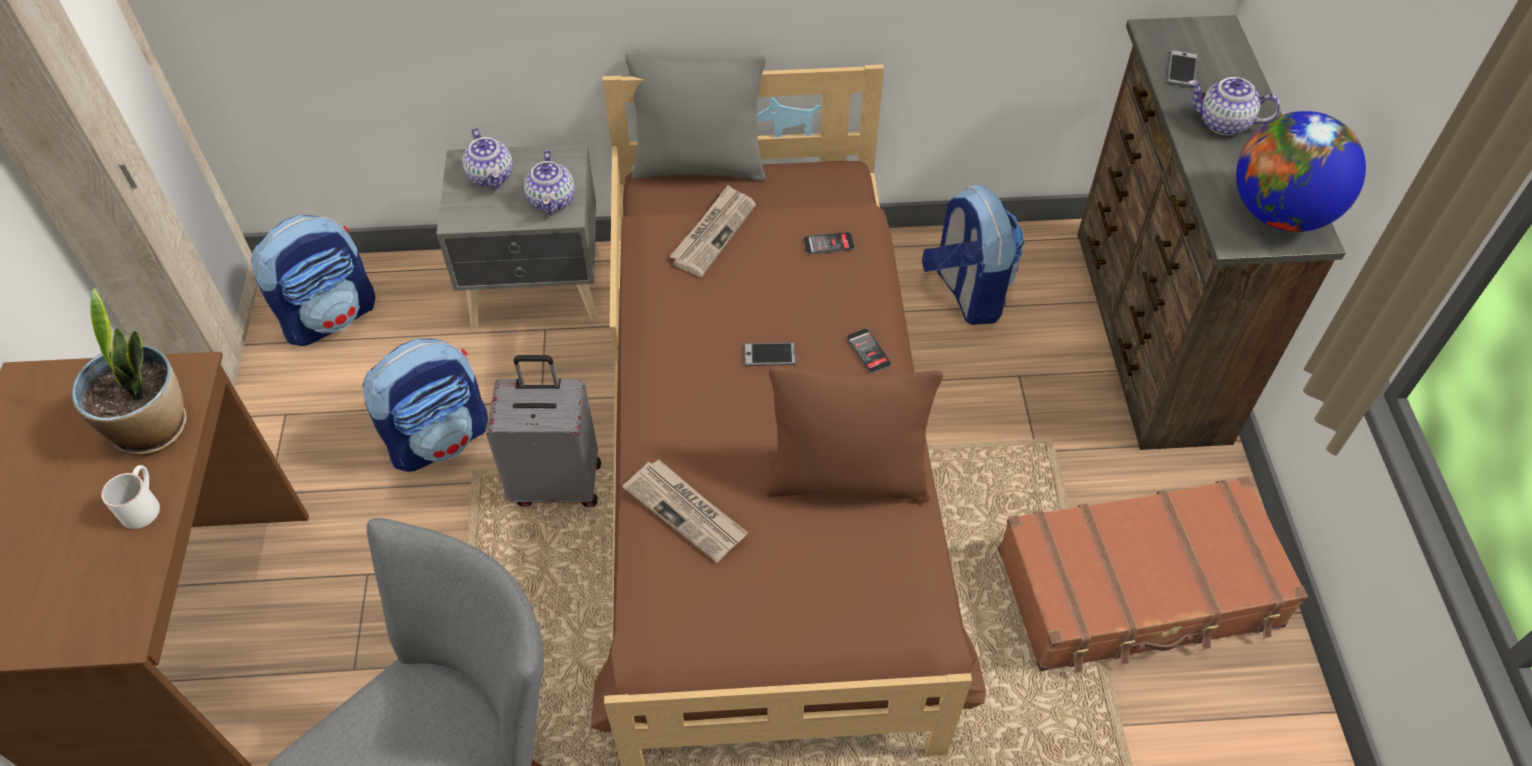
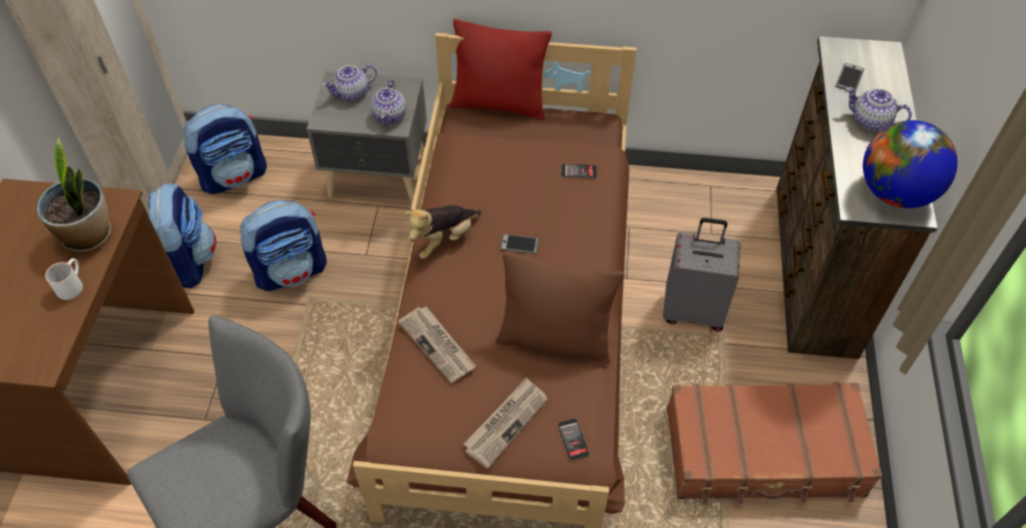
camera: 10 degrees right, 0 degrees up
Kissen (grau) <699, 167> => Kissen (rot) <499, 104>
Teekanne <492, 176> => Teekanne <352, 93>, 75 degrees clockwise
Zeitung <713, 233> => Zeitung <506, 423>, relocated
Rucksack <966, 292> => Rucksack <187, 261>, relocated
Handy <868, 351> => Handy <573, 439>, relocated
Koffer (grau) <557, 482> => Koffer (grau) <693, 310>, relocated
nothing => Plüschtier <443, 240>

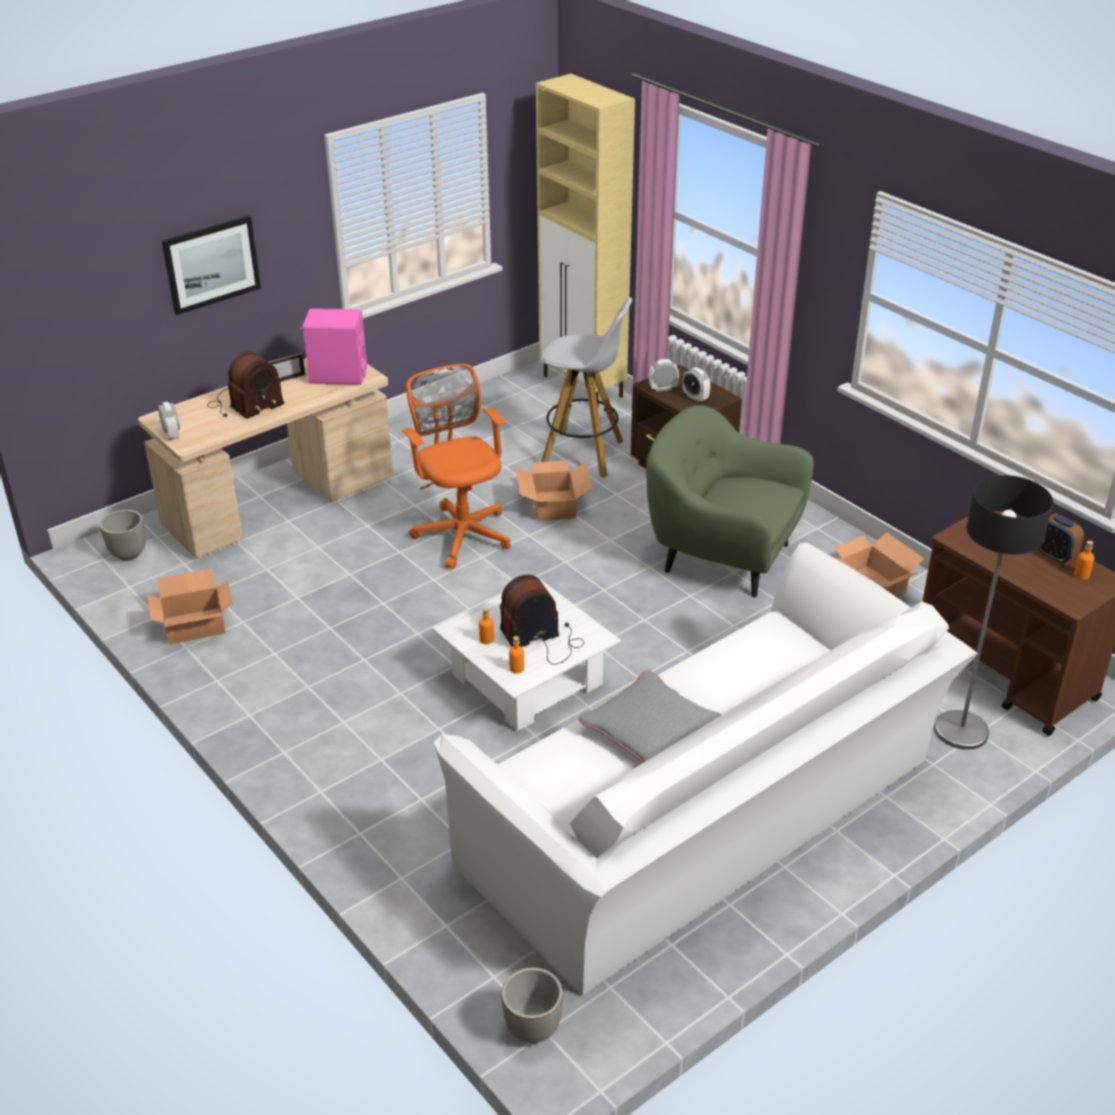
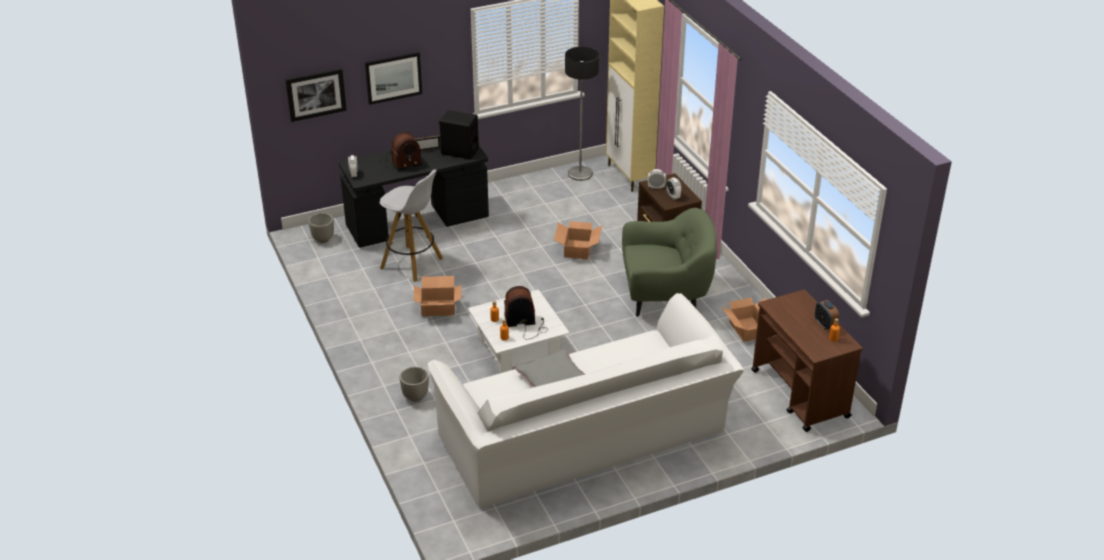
camera: 15 degrees right, 0 degrees up
Hocker (weiß) <584, 454> => Hocker (weiß) <412, 264>, relocated
Lautsprecher (rosa) <338, 375> => Lautsprecher (schwarz) <459, 151>
Schreibtisch (beige) <280, 503> => Schreibtisch (schwarz) <417, 222>
Bürostuhl (orange) <461, 532> => nothing
Sessel (grün) <722, 556> => Sessel (grün) <665, 296>, 135 degrees clockwise
Stehlampe <961, 731> => Stehlampe <580, 174>, relocated
Karton <194, 625> => Karton <438, 307>, relocated
Pflanzkübel <532, 1029> => Pflanzkübel <415, 396>, relocated
nothing => Bild <316, 94>

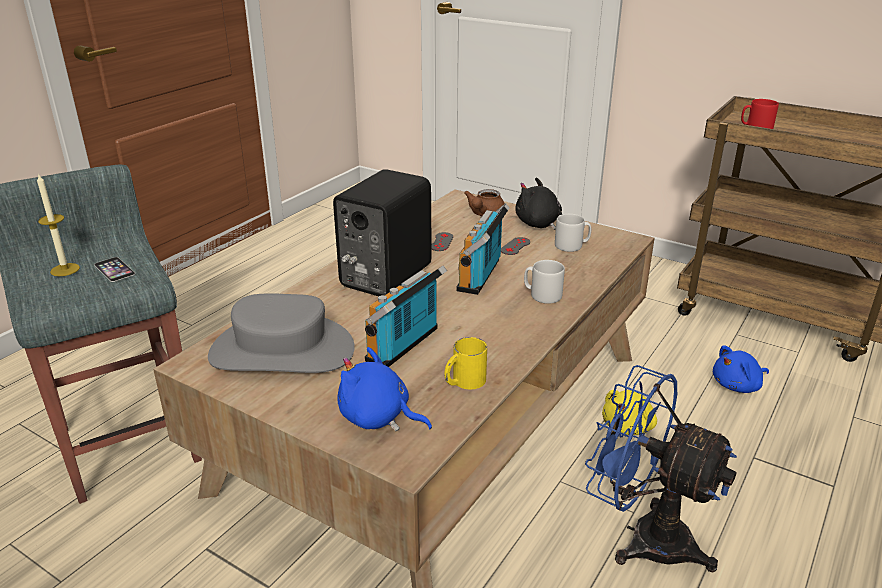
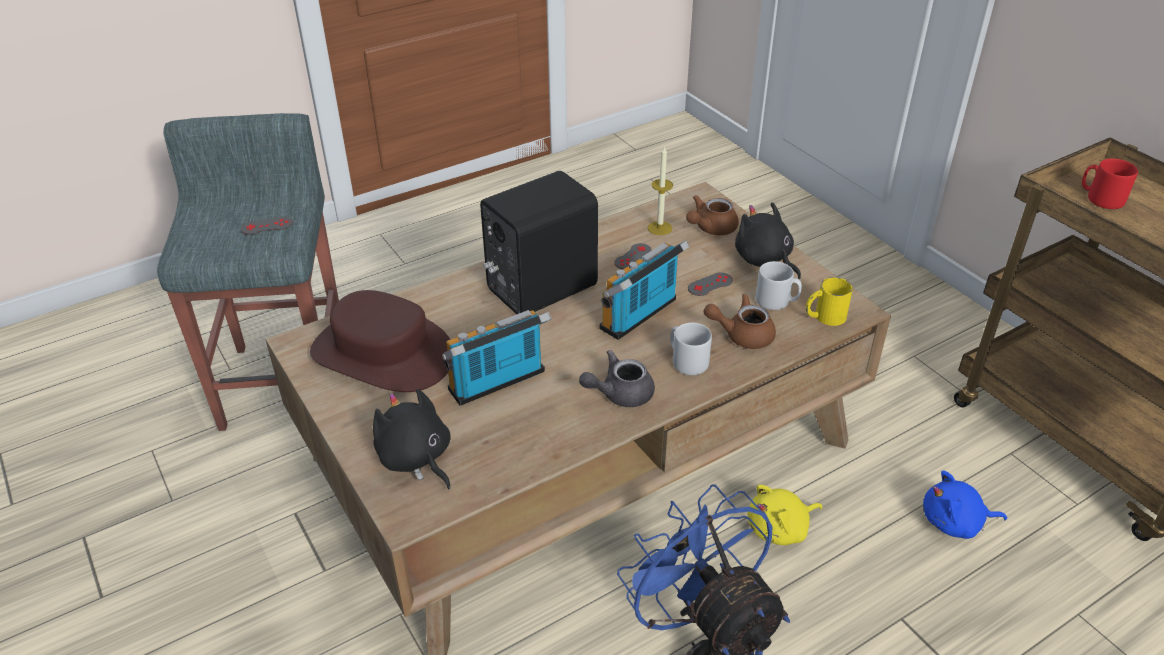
camera: 25 degrees right, 10 degrees up
Kerze <65, 270> => Kerze <659, 228>, relocated
Handy <114, 269> => Gamepad (grau) <267, 226>
Hut (grau) <282, 351> => Hut (braun) <383, 353>
Henkelbecher (gelb) <463, 382> => Henkelbecher (gelb) <824, 317>, relocated
Plüschtier (blau) <378, 418> => Plüschtier (schwarz) <416, 459>
nothing => Teekanne (braun) <742, 335>
nothing => Teekanne (grau) <619, 394>

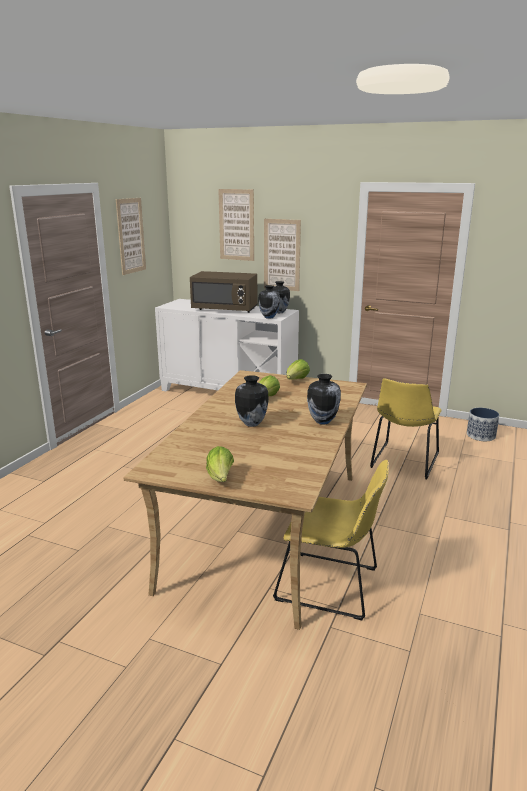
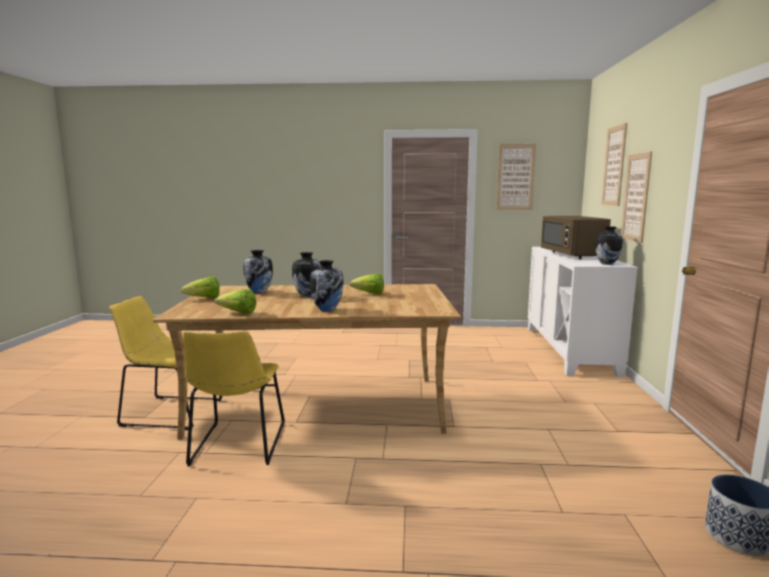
camera: 70 degrees right, 10 degrees down
Vase <269, 317> => Vase <259, 292>, relocated
Salatkopf <296, 380> => Salatkopf <238, 313>, relocated
Stuhl (gelb) <404, 461> => Stuhl (gelb) <168, 412>, relocated

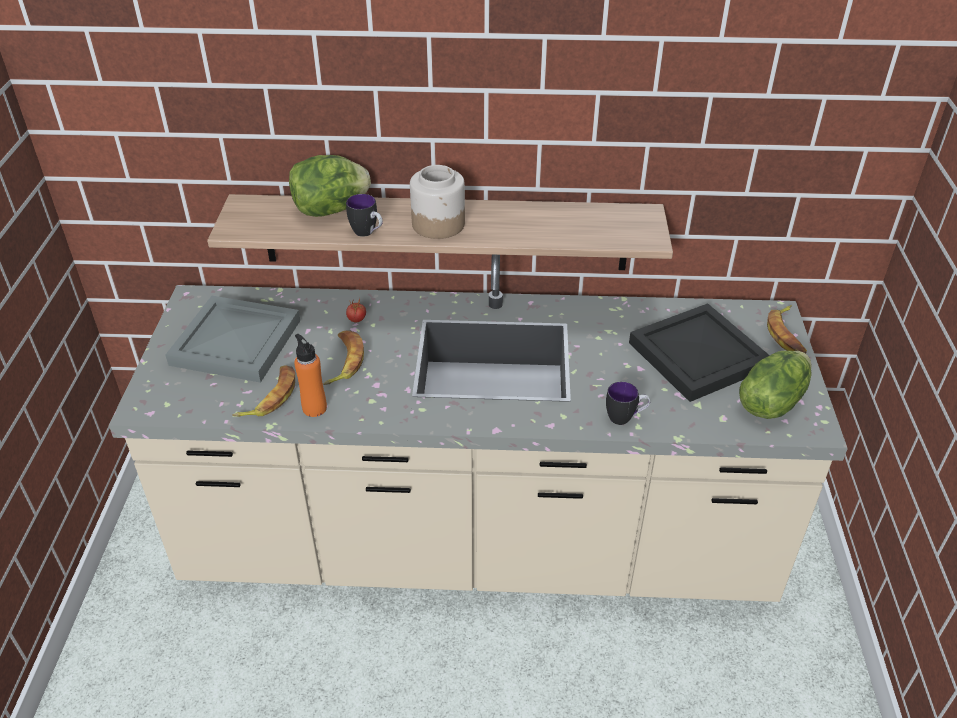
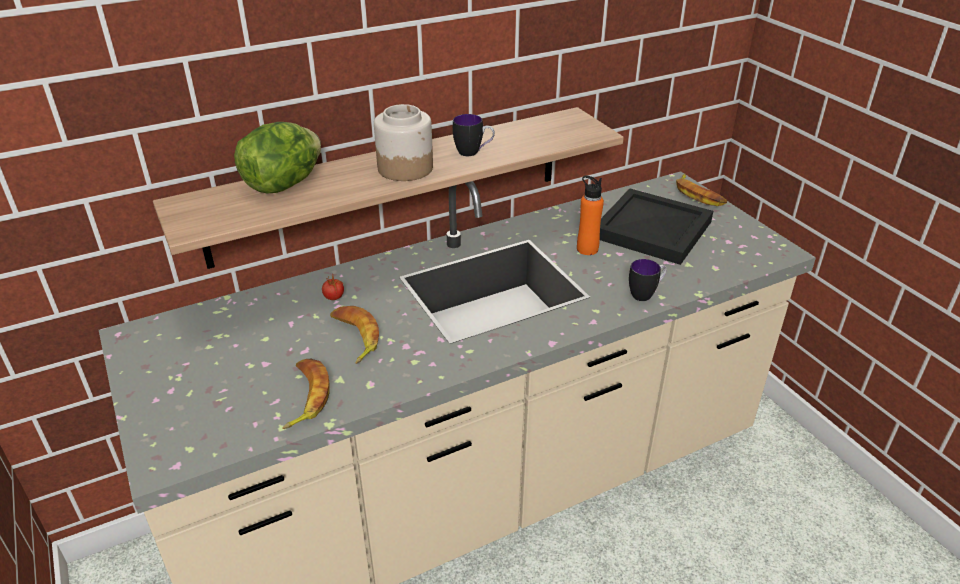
camera: 30 degrees left, 5 degrees down
Henkelbecher <368, 233> => Henkelbecher <473, 153>, relocated
Tablett (grau) <237, 343> => nothing
Flasche (orange) <314, 408> => Flasche (orange) <587, 249>, relocated
Salatkopf <770, 402> => nothing

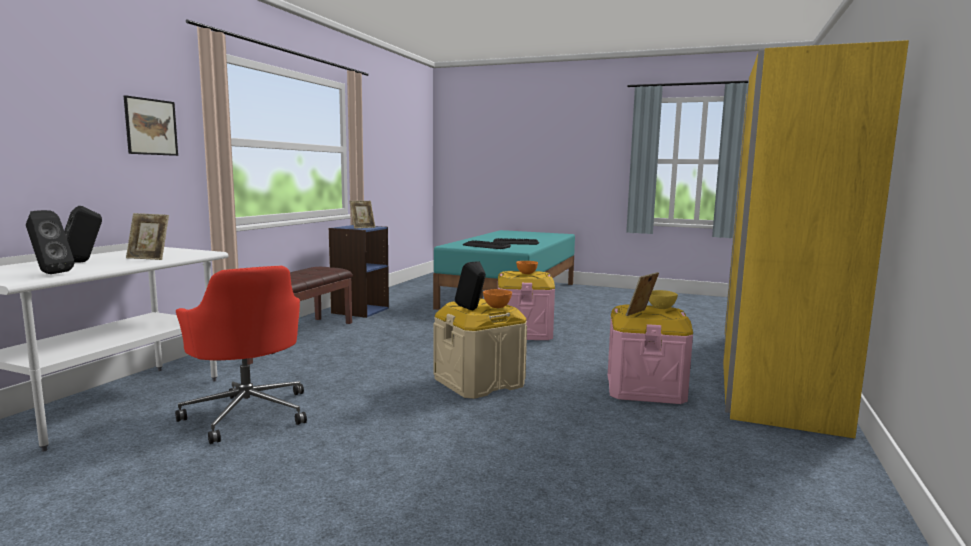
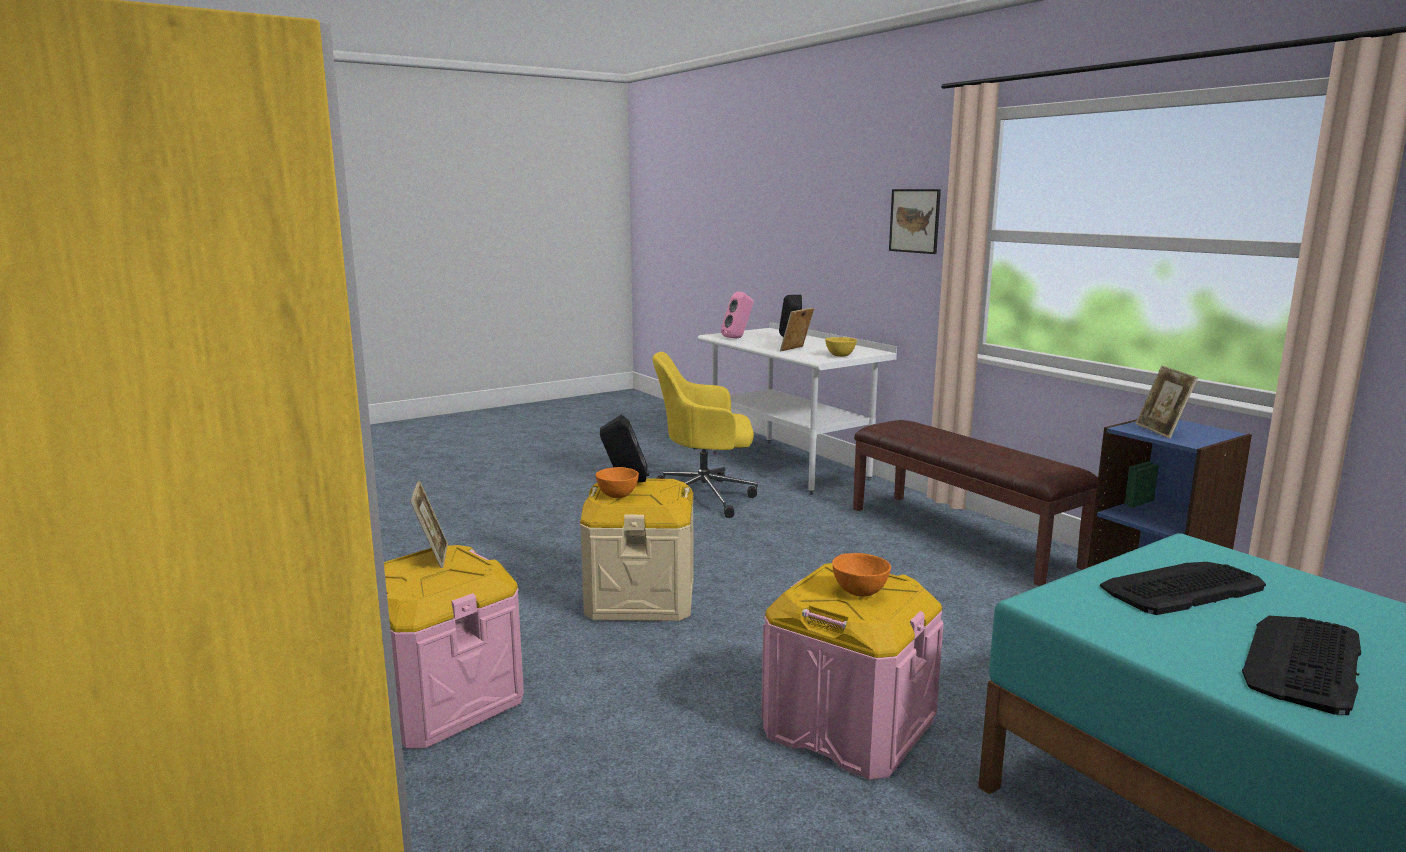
camera: 125 degrees right, 5 degrees up
Lautsprecher (schwarz) <49, 273> => Lautsprecher (rosa) <738, 338>
Bürostuhl (rot) <248, 413> => Bürostuhl (gelb) <705, 497>
Schüssel (gelb) <661, 308> => Schüssel (gelb) <839, 356>, relocated

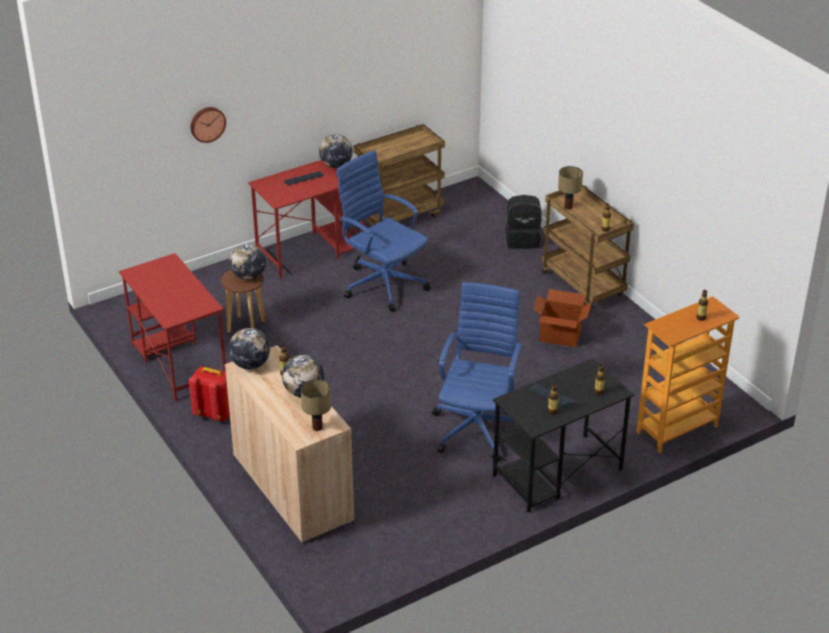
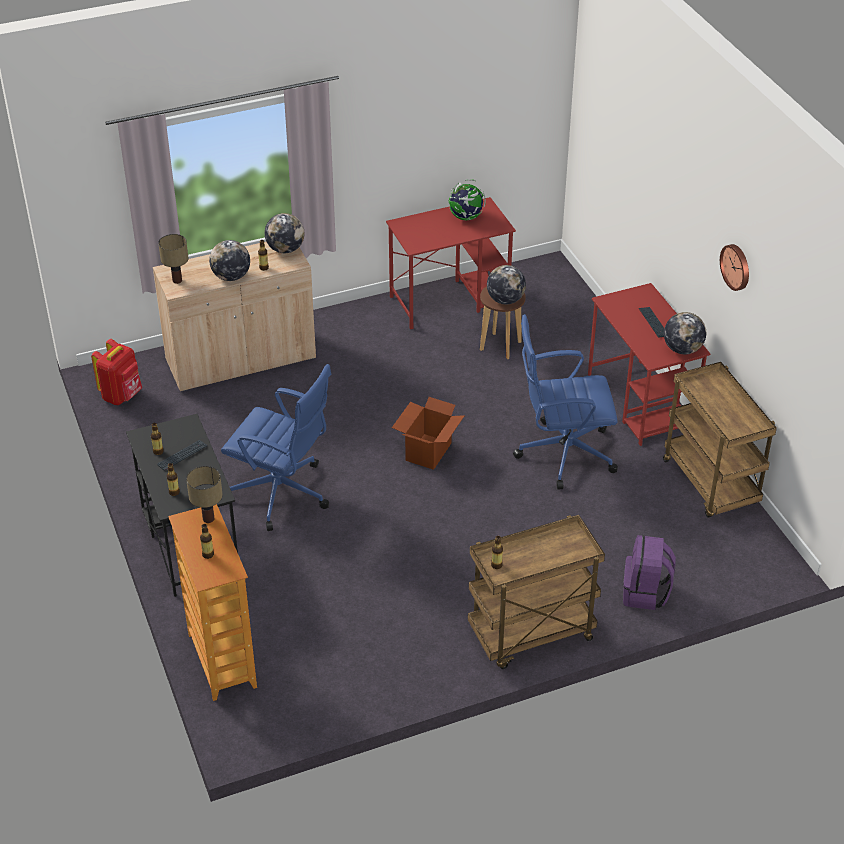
camera: 100 degrees right, 5 degrees up
Wanduhr <207, 124> => Wanduhr <736, 266>, relocated
Bürostuhl (blau) <383, 284> => Bürostuhl (blau) <562, 453>, 150 degrees counterclockwise
Tischlampe <568, 207> => Tischlampe <209, 519>, relocated
Rucksack (schwarz) <522, 240> => Rucksack (lila) <645, 593>
Karton <560, 336> => Karton <427, 451>, relocated
Rucksack (rot) <215, 413> => Rucksack (rot) <122, 395>, relocated
nothing => Globus <466, 217>

